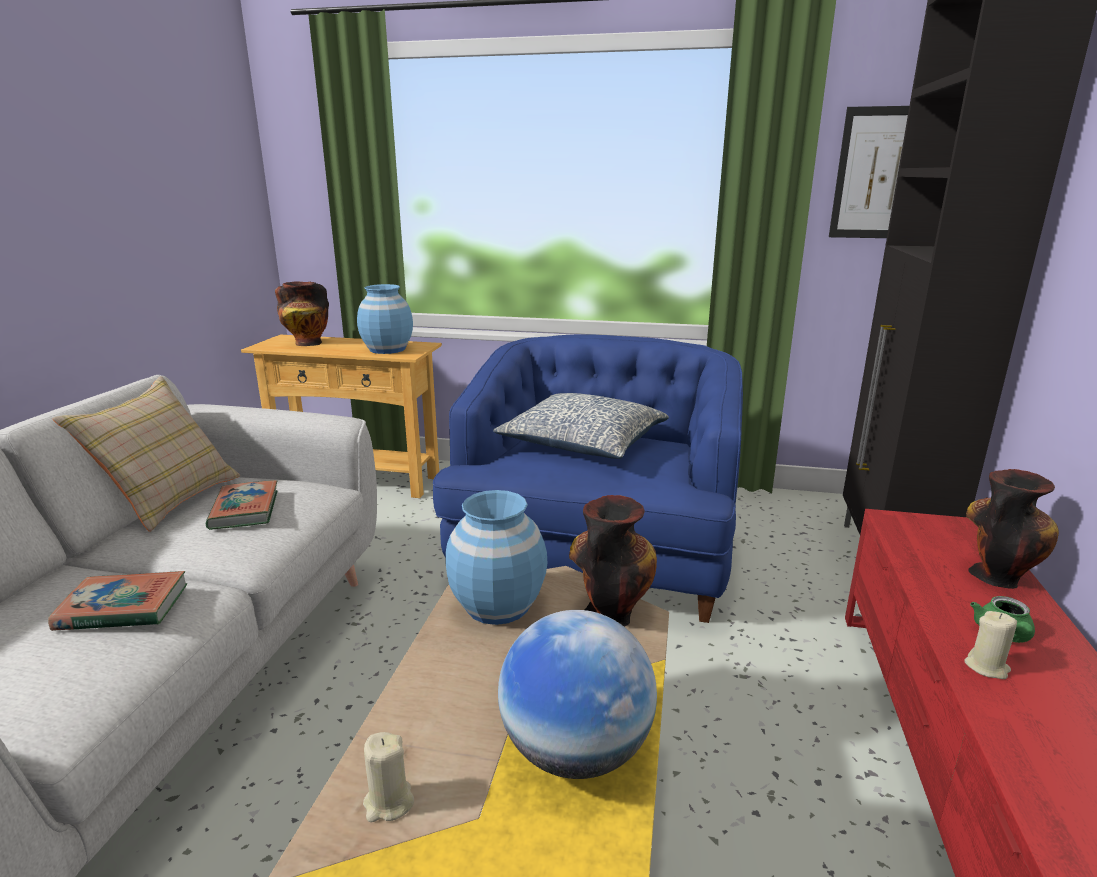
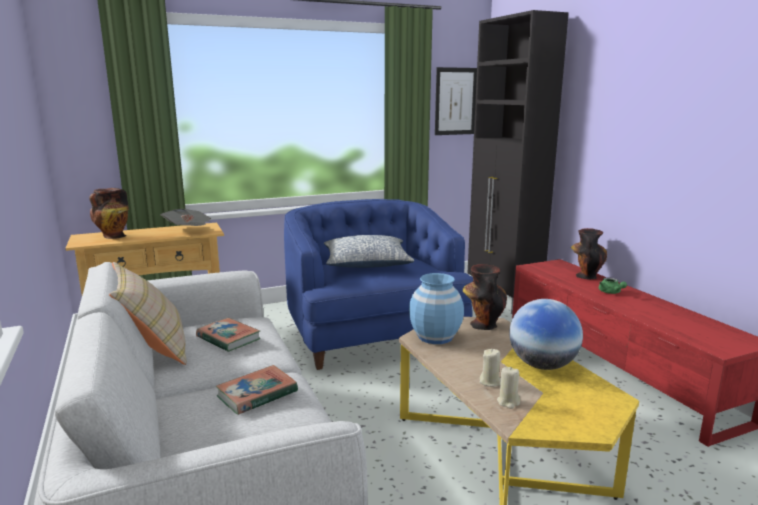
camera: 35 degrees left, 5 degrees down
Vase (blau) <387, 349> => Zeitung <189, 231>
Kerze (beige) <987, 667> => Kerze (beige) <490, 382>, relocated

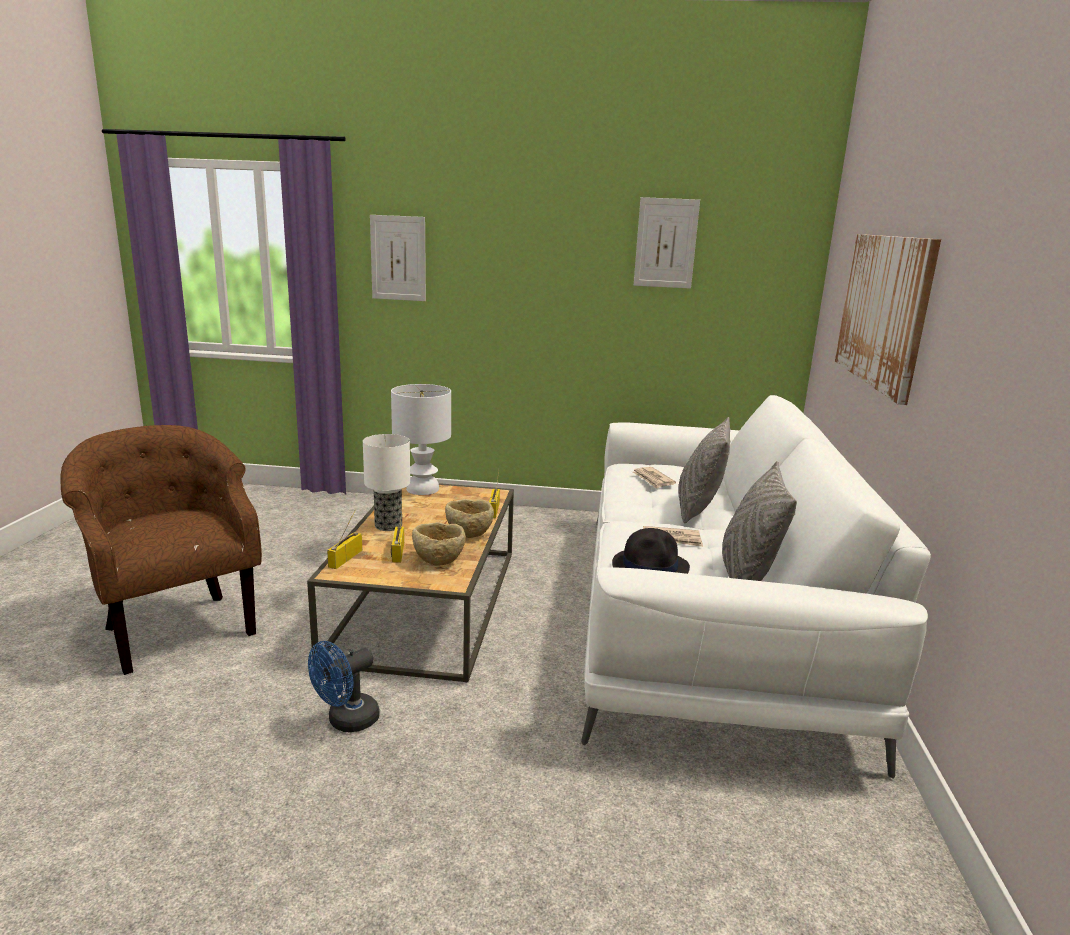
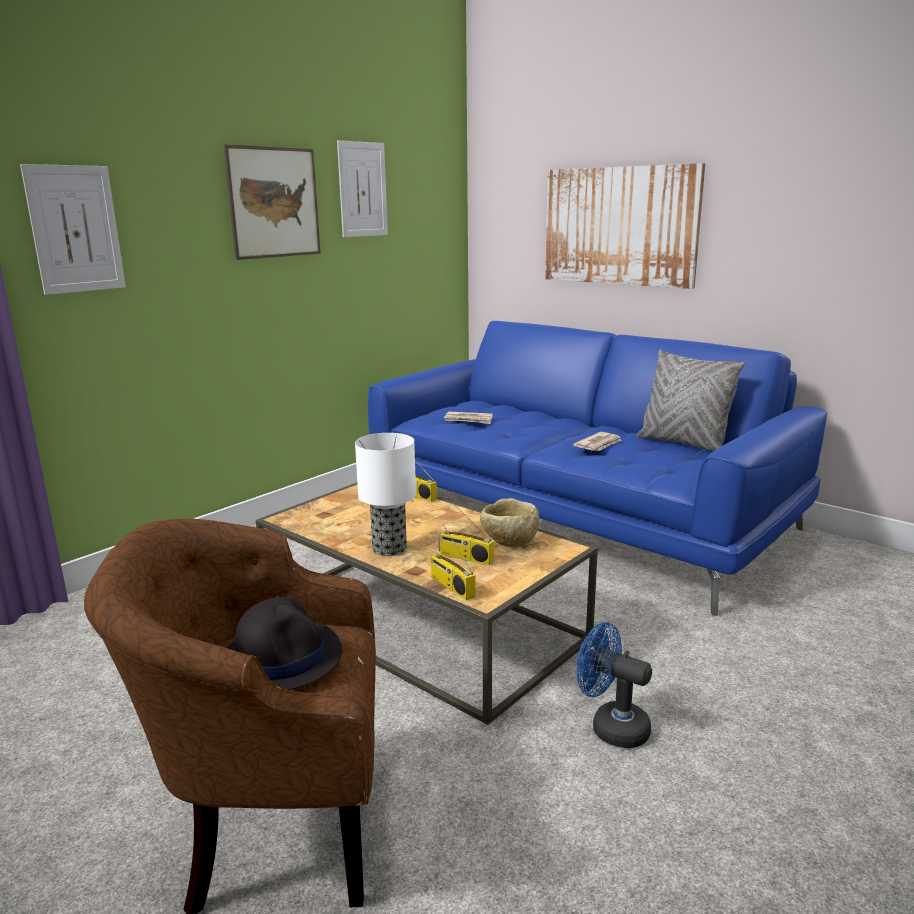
camera: 55 degrees left, 0 degrees up
Tischlampe (weiß) <422, 489> => nothing
Sofa (weiß) <704, 617> => Sofa (blau) <575, 514>
Kissen (grau) <698, 509> => nothing
Schüssel (beige) <469, 534> => nothing
Hut (schwarz) <650, 566> => Hut (schwarz) <282, 658>, relocated
Ventilator (blau) <346, 721> => Ventilator (blau) <611, 726>, 135 degrees clockwise
nothing => Bild <274, 203>

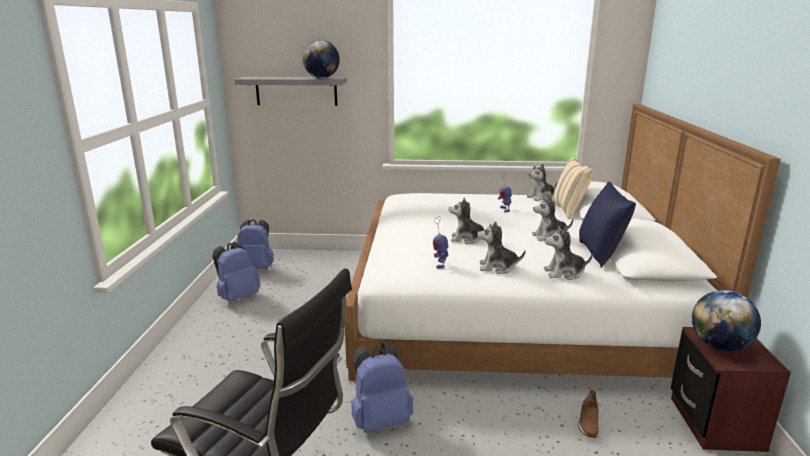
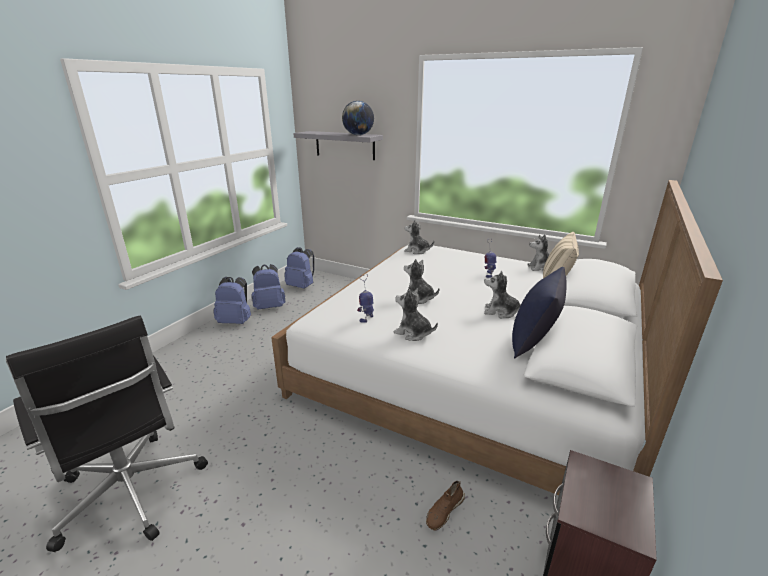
camera: 25 degrees right, 5 degrees up
Plüschtier <564, 273> => Plüschtier <417, 251>, relocated
Globus <719, 346> => nothing
Rucksack (blau) <380, 420> => Rucksack (blau) <236, 321>, relocated

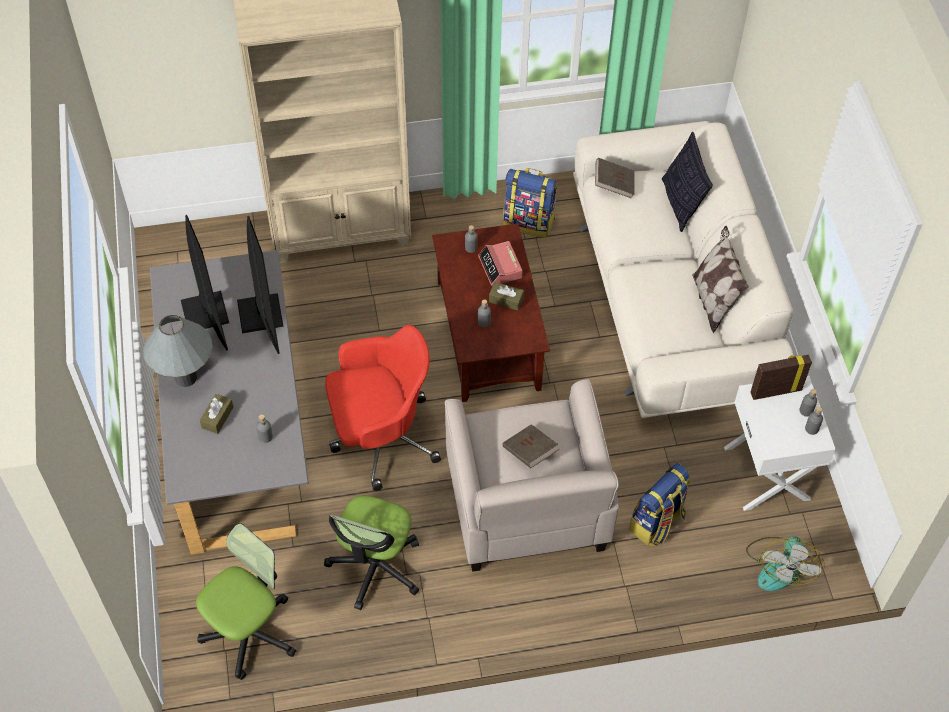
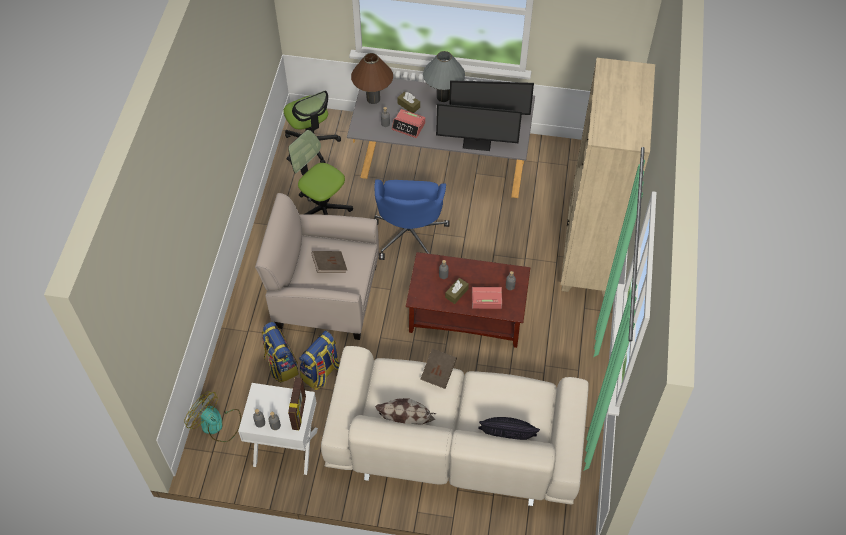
camera: 110 degrees right, 0 degrees up
Buch (braun) <614, 185> => Buch (braun) <438, 373>, relocated
Rucksack <529, 222> => Rucksack <321, 373>, relocated
Bürostuhl (rot) <381, 437> => Bürostuhl (blau) <410, 234>
nothing => Tischlampe (braun) <373, 99>
nothing => Wecker <408, 126>

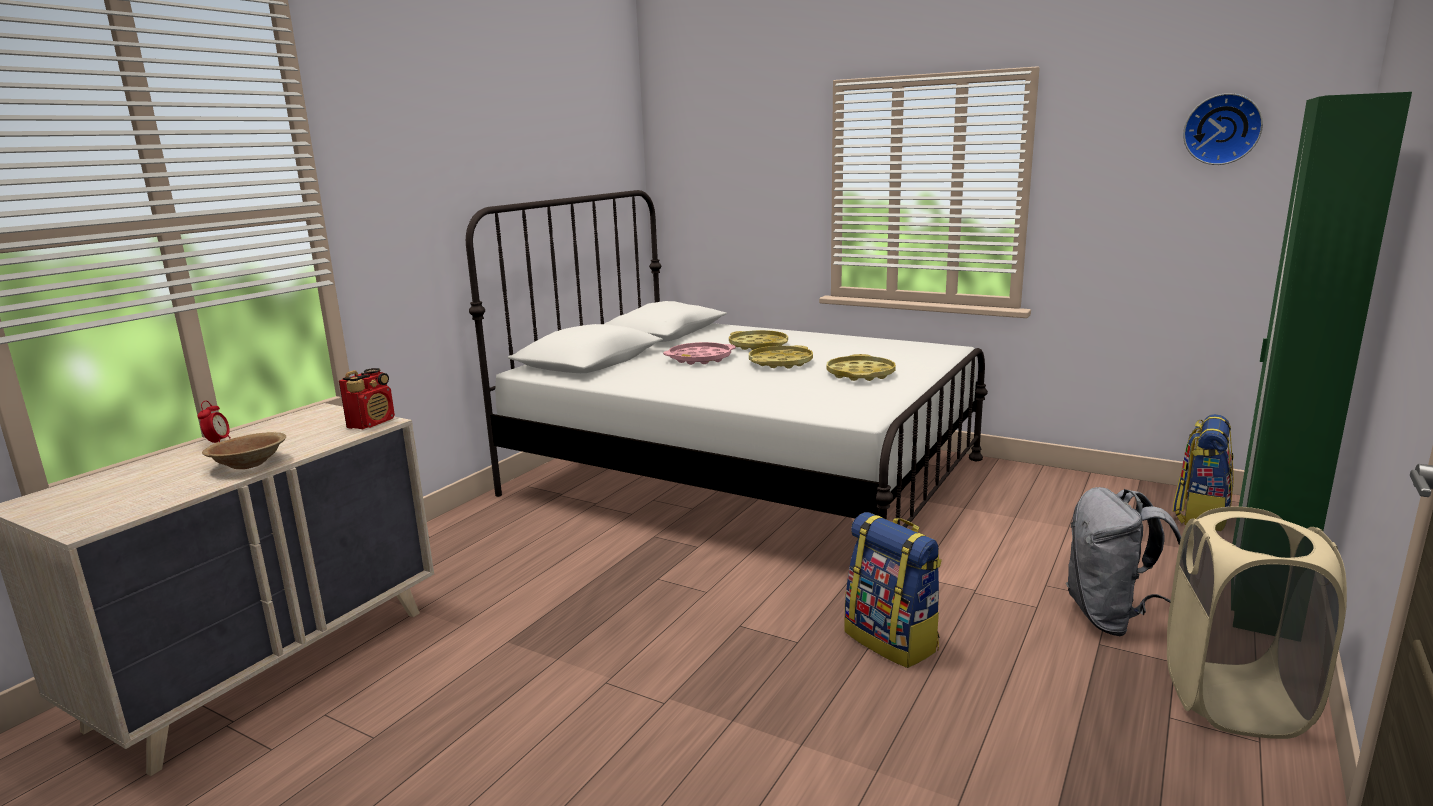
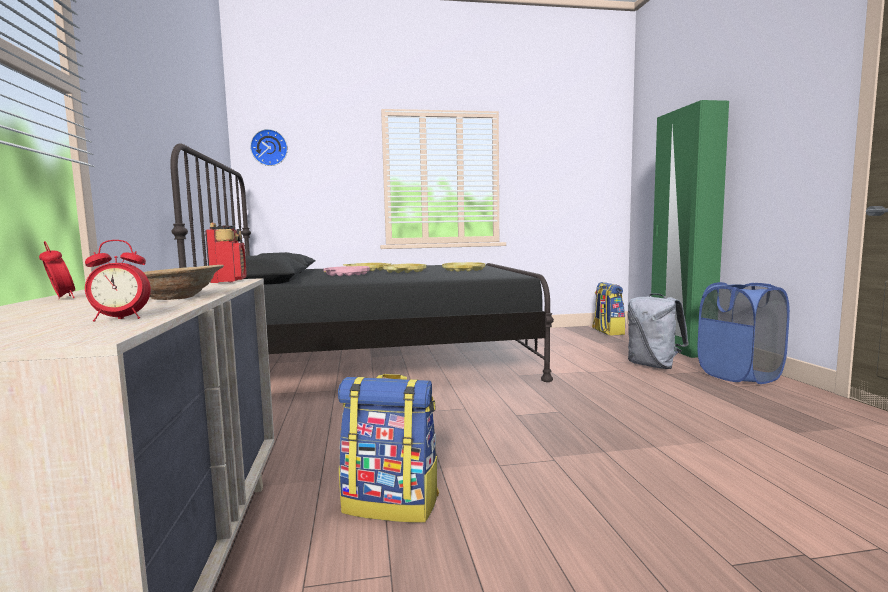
camera: 40 degrees left, 10 degrees down
Wanduhr <1222, 129> => Wanduhr <269, 148>, relocated
Bett (weiß) <743, 477> => Bett (schwarz) <376, 360>
Wäschekorb (beige) <1234, 699> => Wäschekorb (blau) <739, 375>
Rucksack <892, 641> => Rucksack <392, 504>, relocated
nothing => Wecker <120, 319>

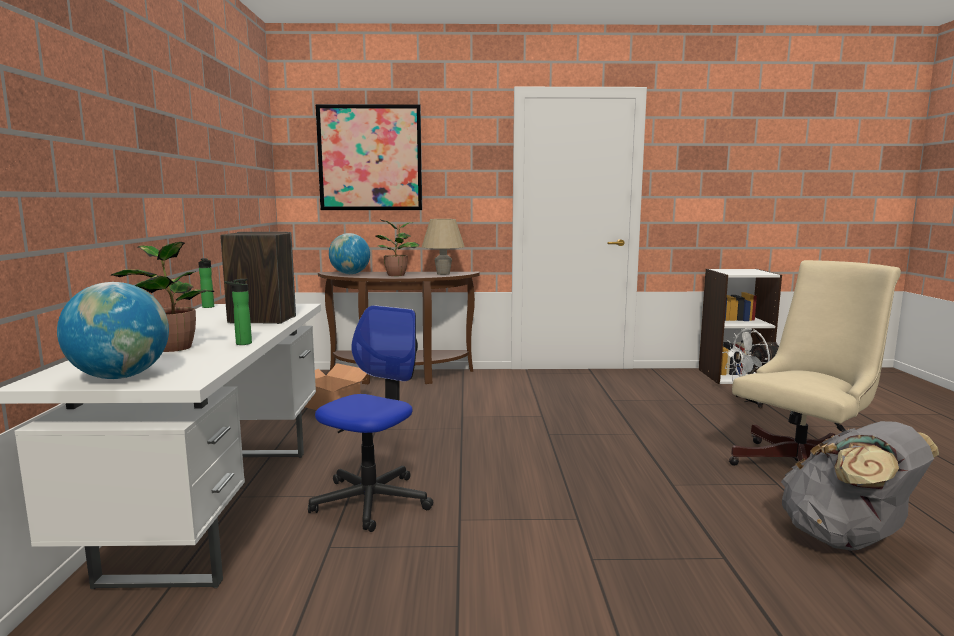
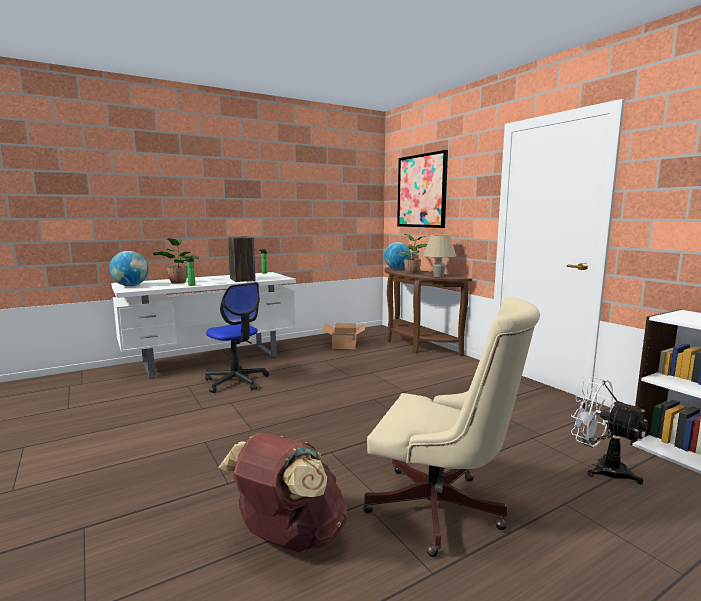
camera: 60 degrees right, 0 degrees up
Bürostuhl <371, 501> => Bürostuhl <236, 381>, 45 degrees clockwise
Rucksack (grau) <846, 540> => Rucksack (braun) <289, 538>

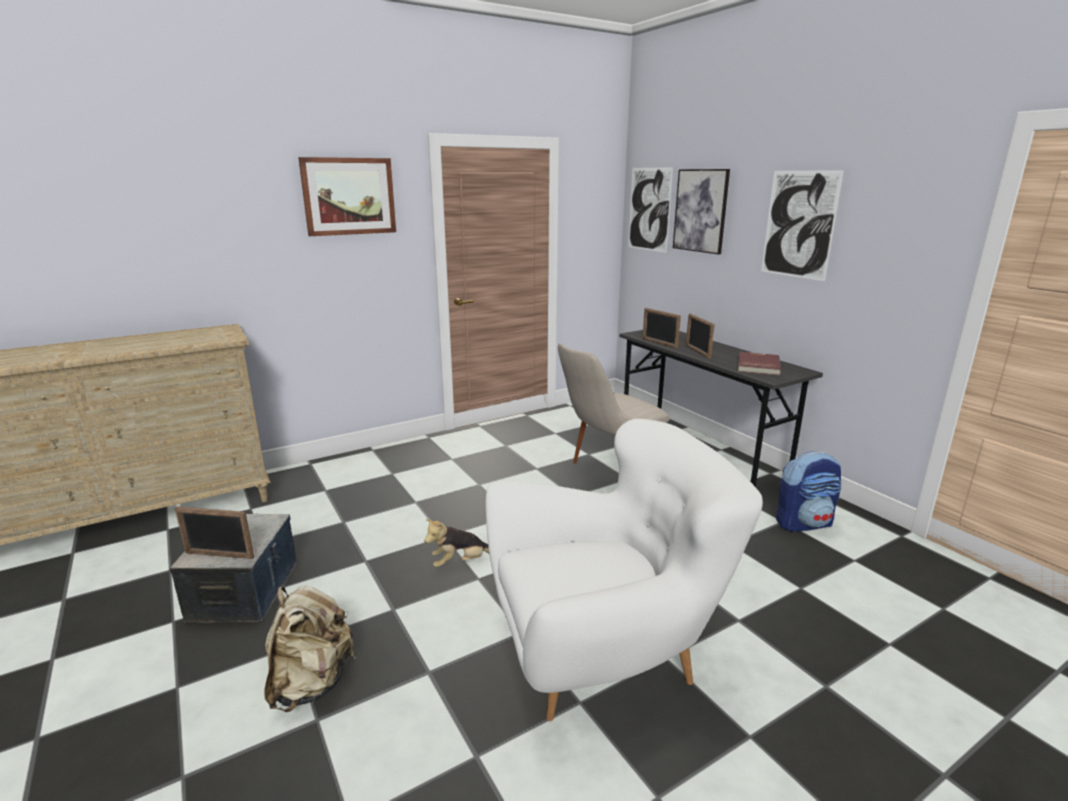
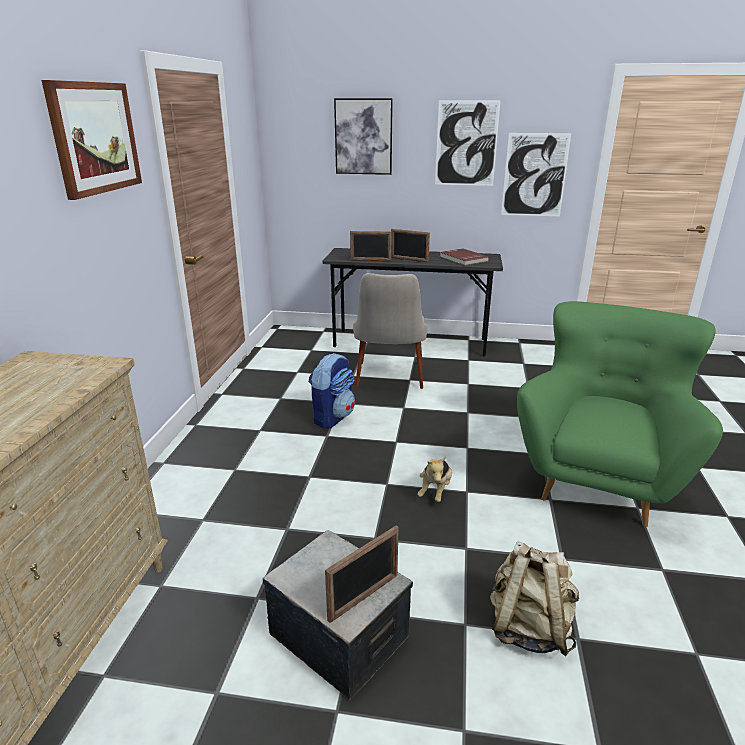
camera: 50 degrees left, 5 degrees up
Bild <649, 209> => Bild <534, 175>, relocated
Sessel (weiß) <605, 654> => Sessel (grün) <598, 478>
Rucksack <804, 523> => Rucksack <332, 417>, relocated

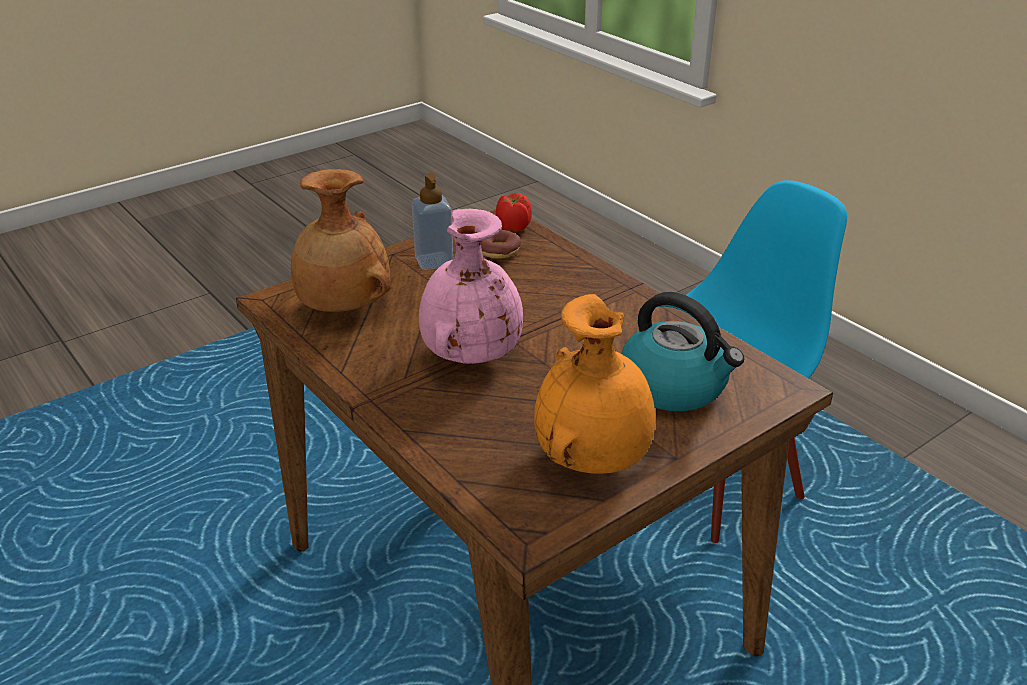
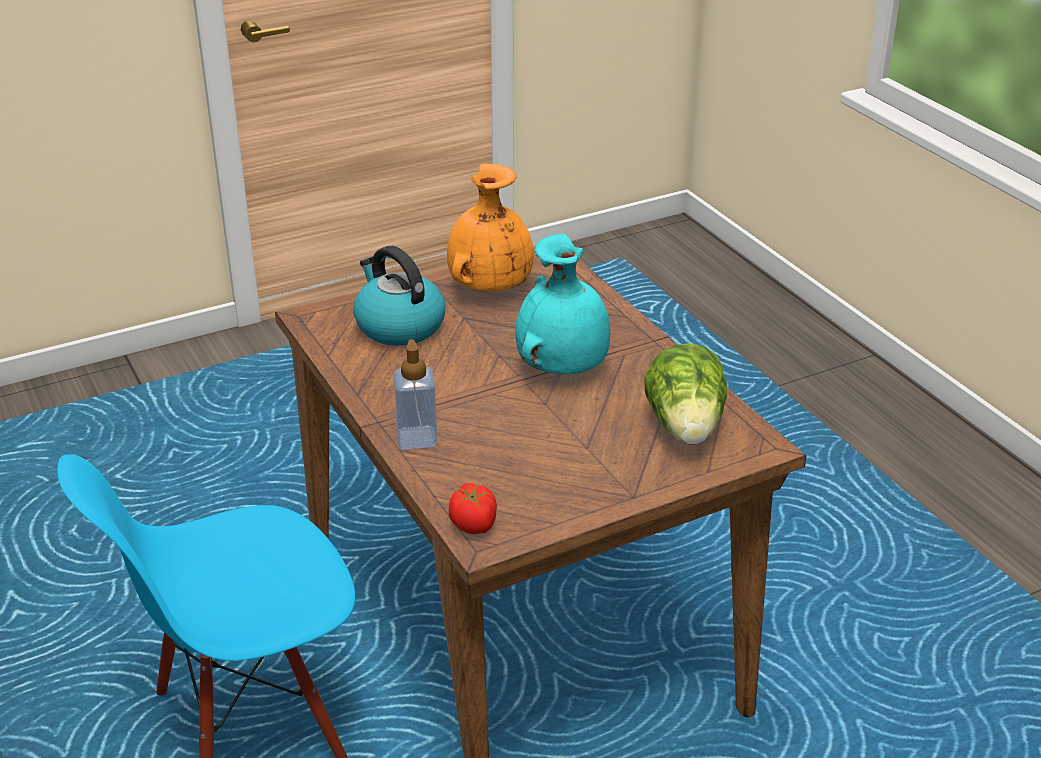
camera: 170 degrees left, 0 degrees up
Vase (braun) <343, 307> => Salatkopf <686, 428>
Seifenspender <434, 261> => Seifenspender <417, 438>, relocated
Vase (rosa) <470, 354> => Vase (türkis) <563, 368>
Donut <498, 251> => nothing

